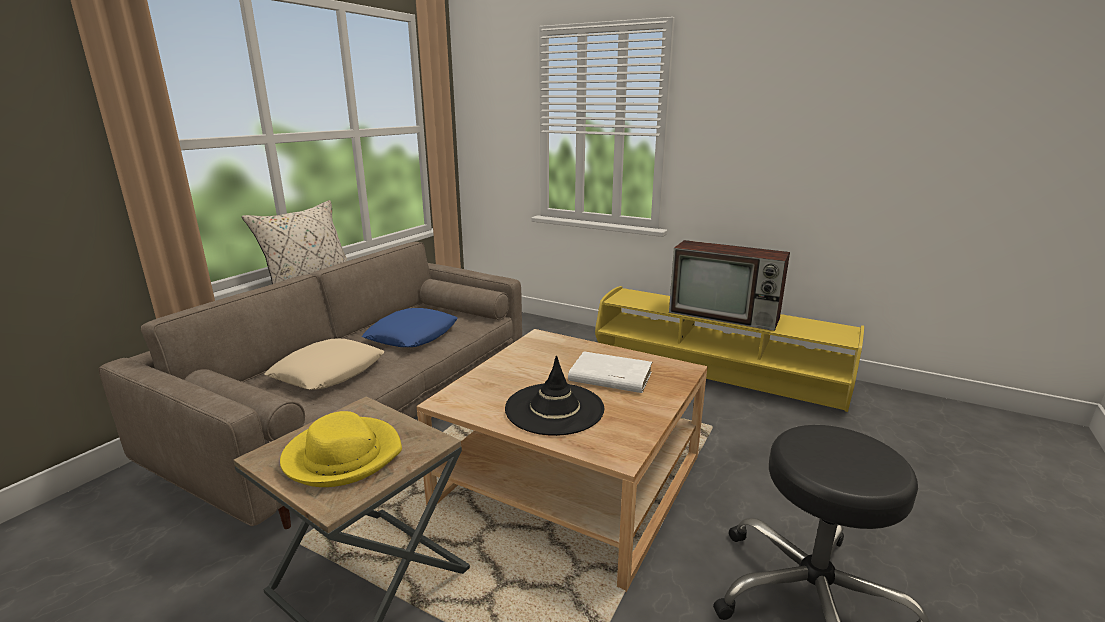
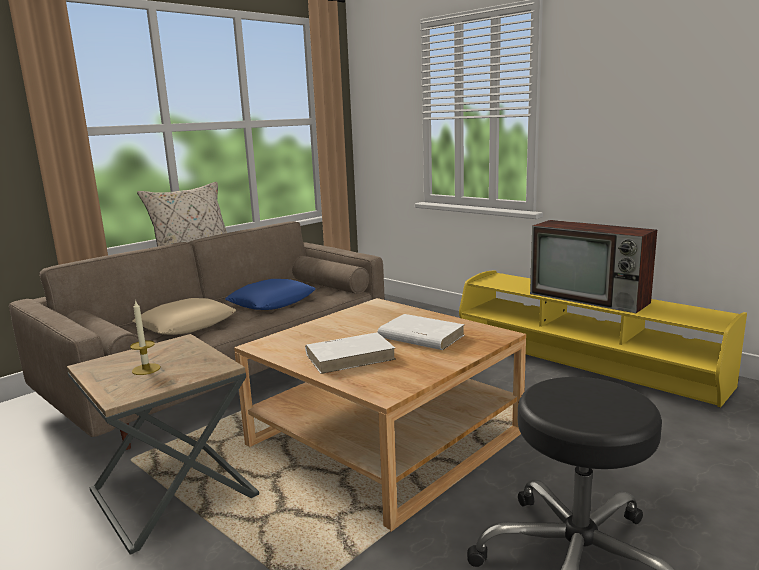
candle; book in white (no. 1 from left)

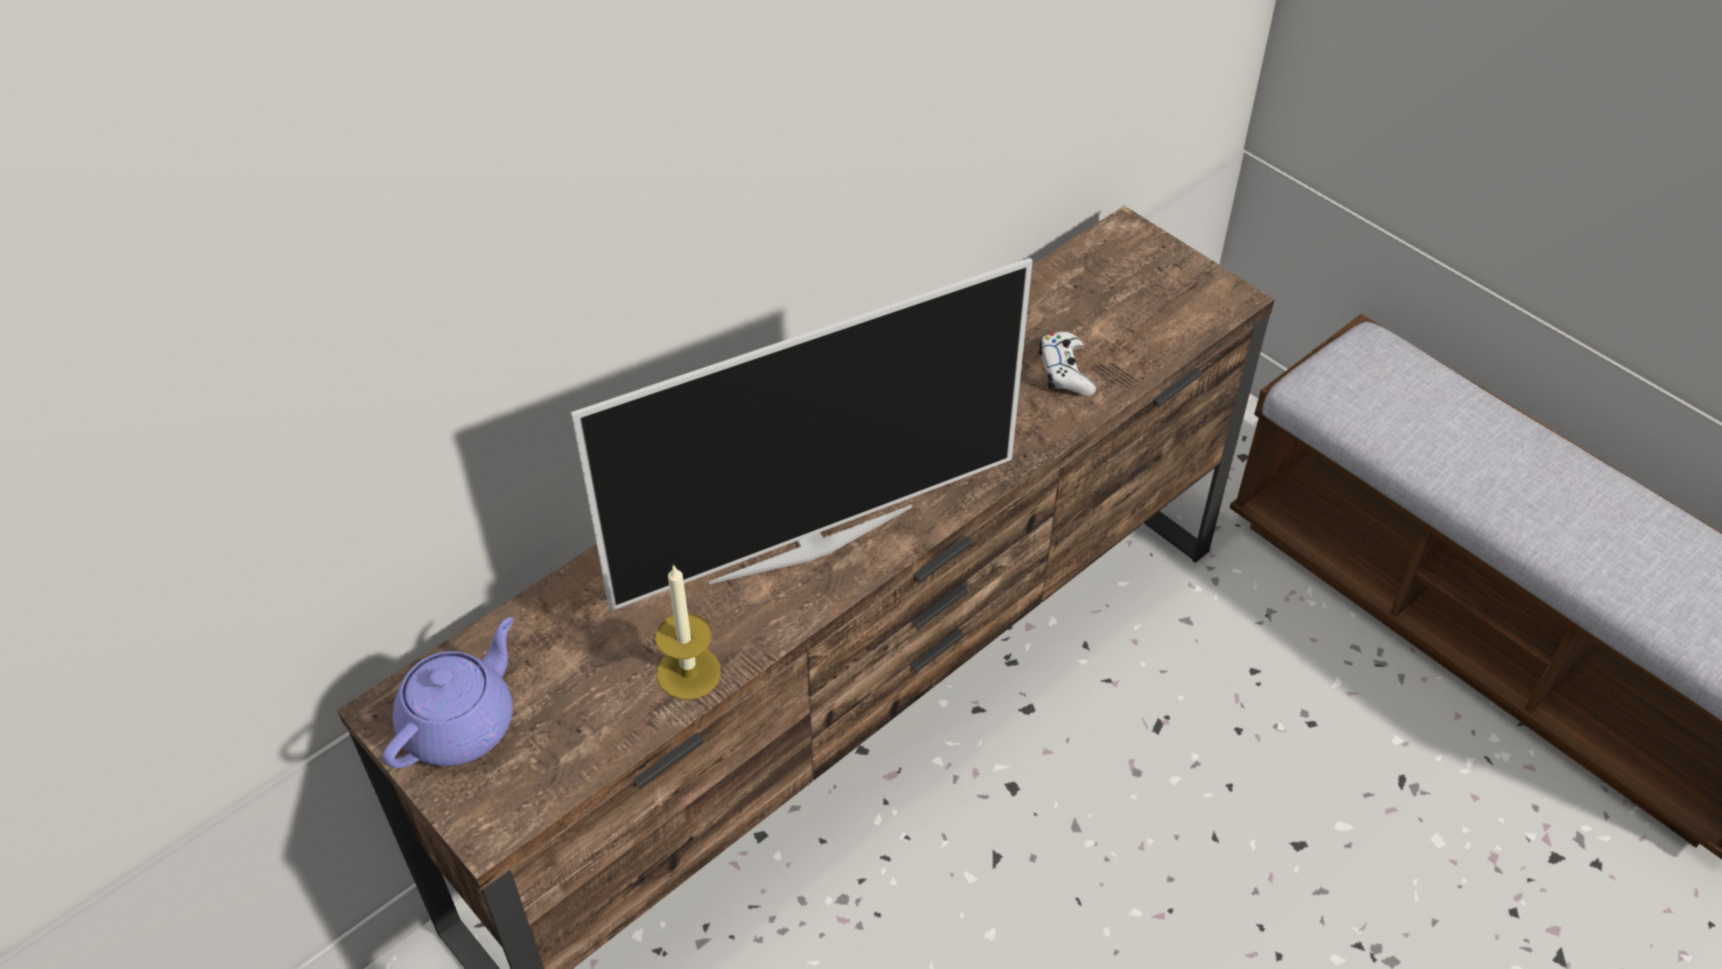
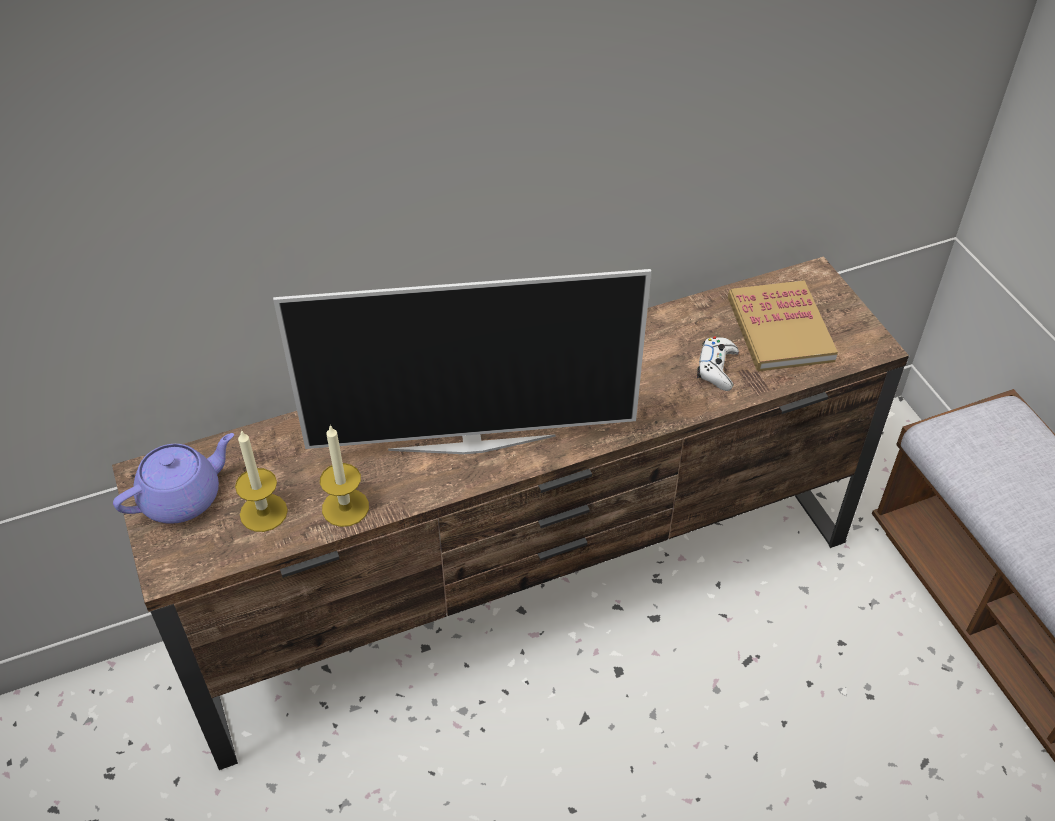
candle (no. 1 from left); book

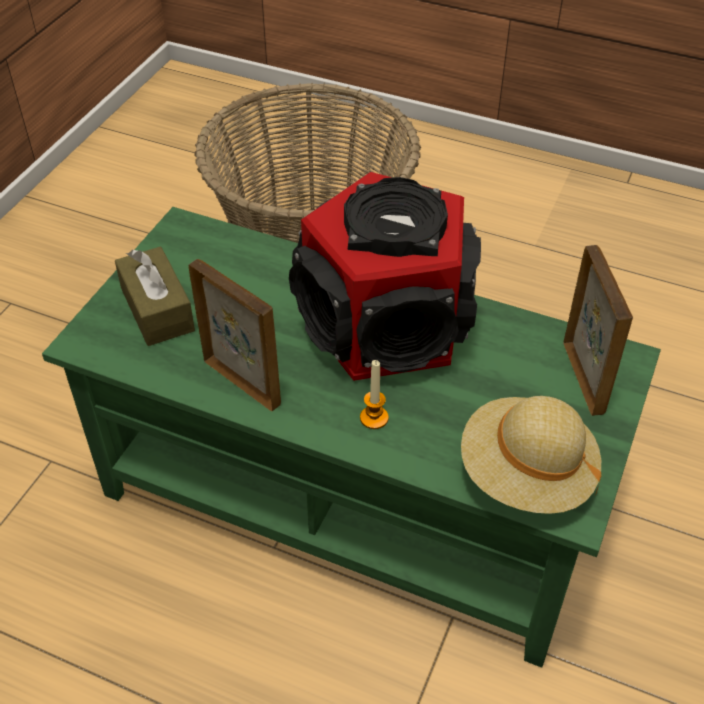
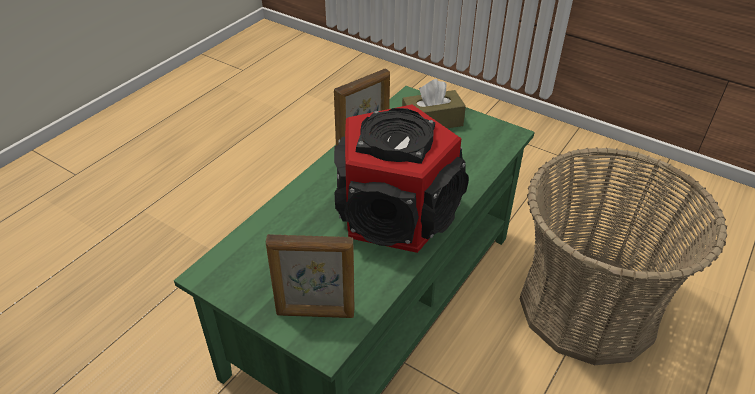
candle; hat in beige

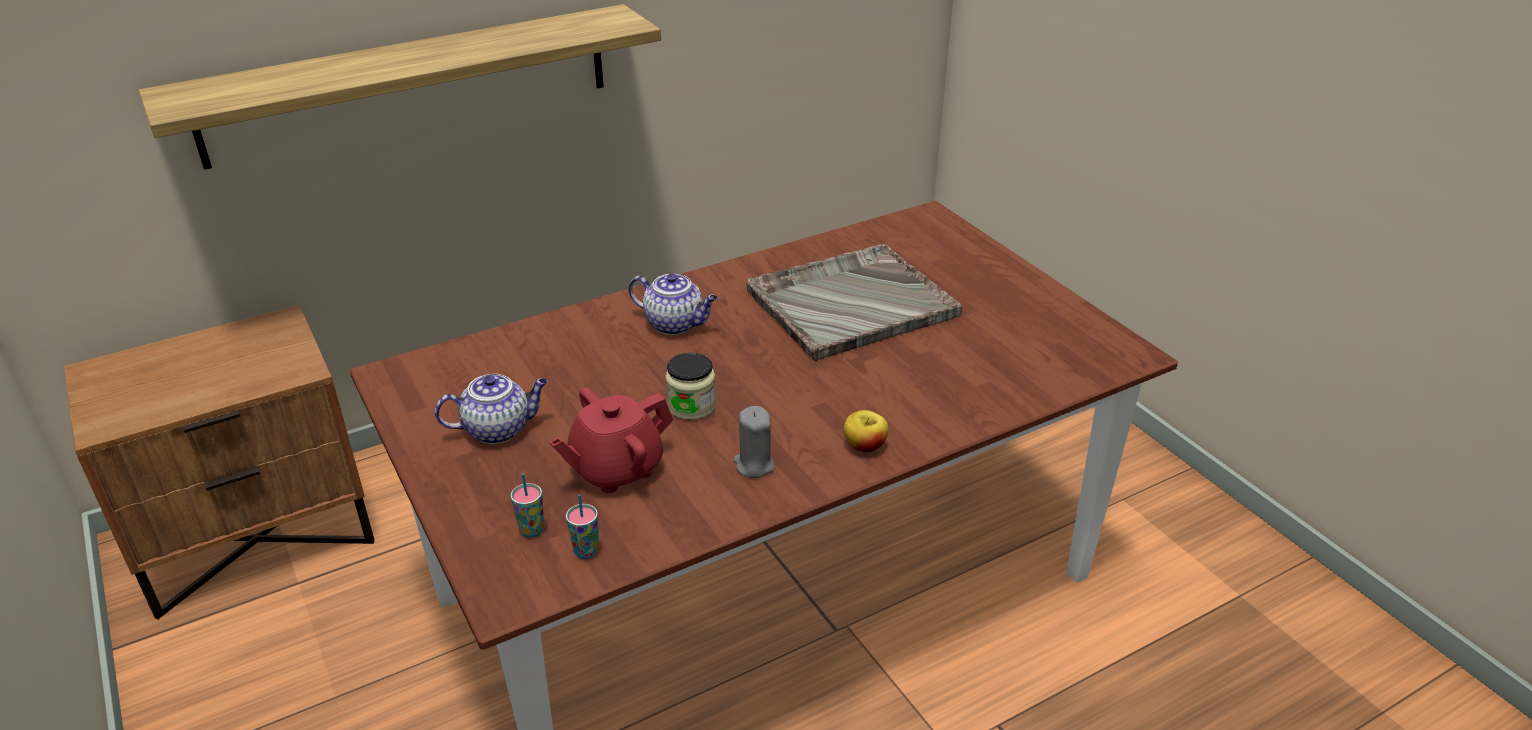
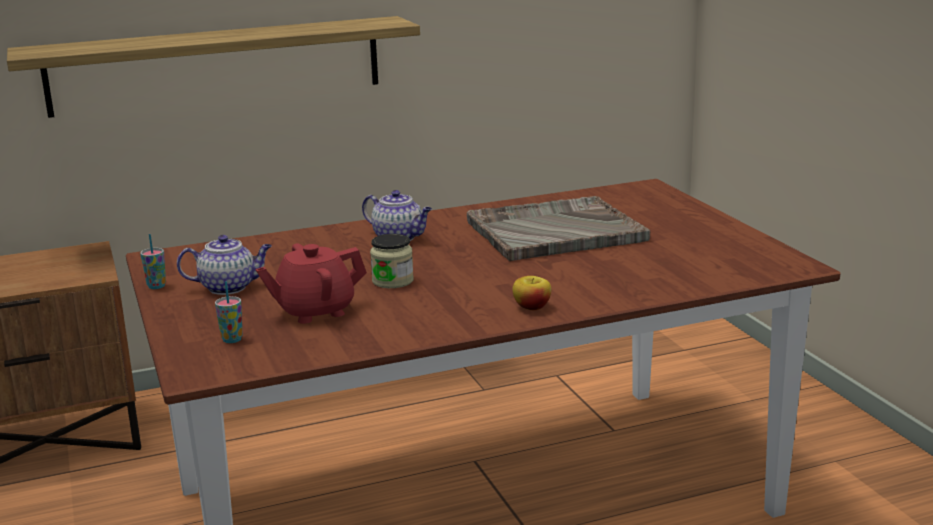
candle in grey; cup (no. 1 from left)

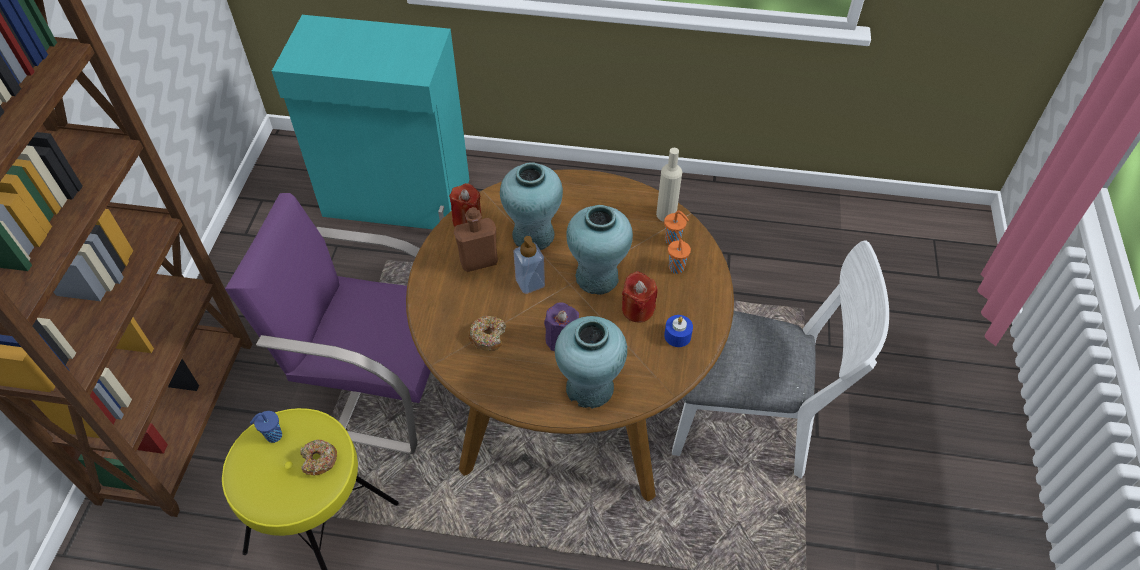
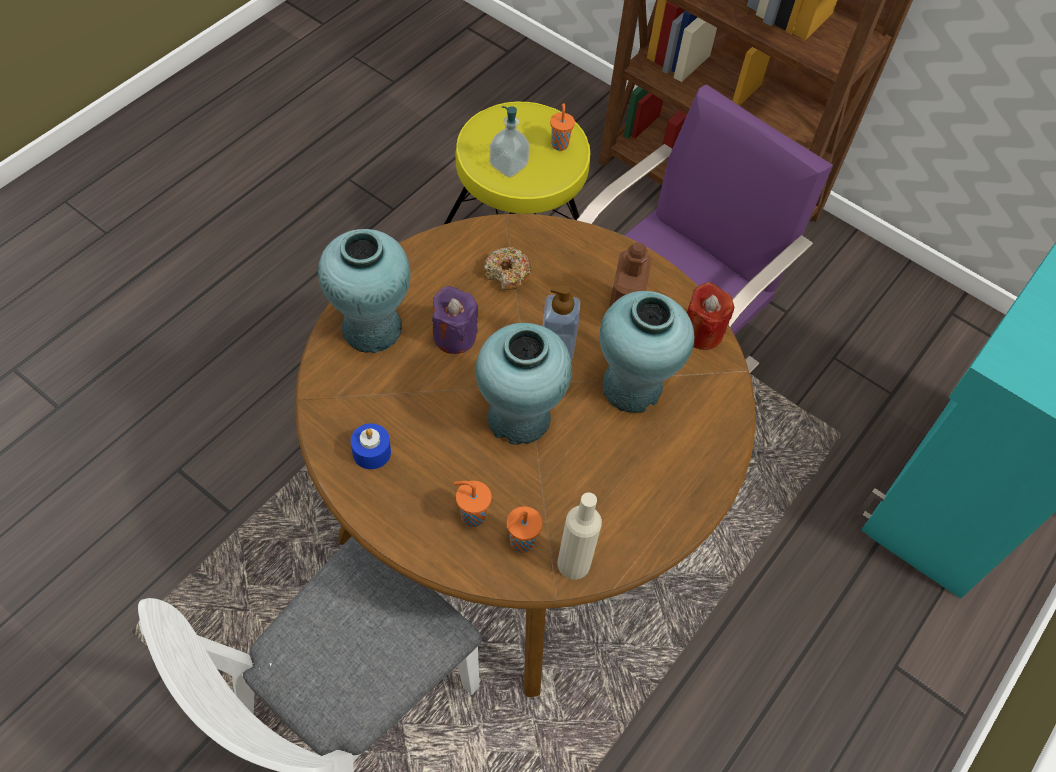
candle in red (no. 2 from left in the first image); soap dispenser (no. 1 from left); cup in orange (no. 3 from left)

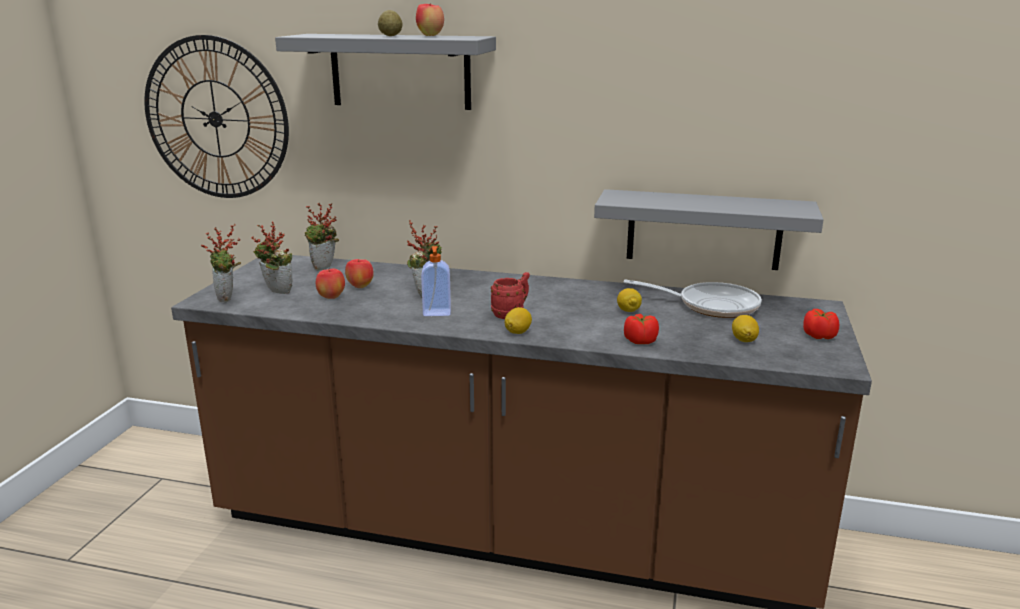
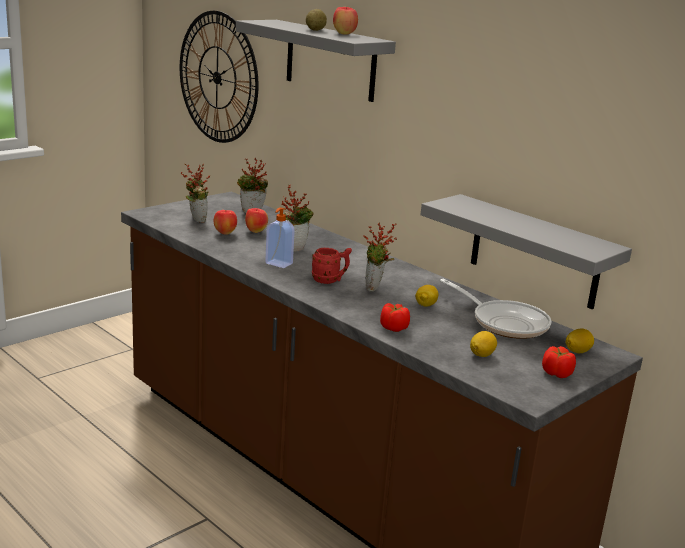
potted plant (no. 4 from left); lemon (no. 3 from left)

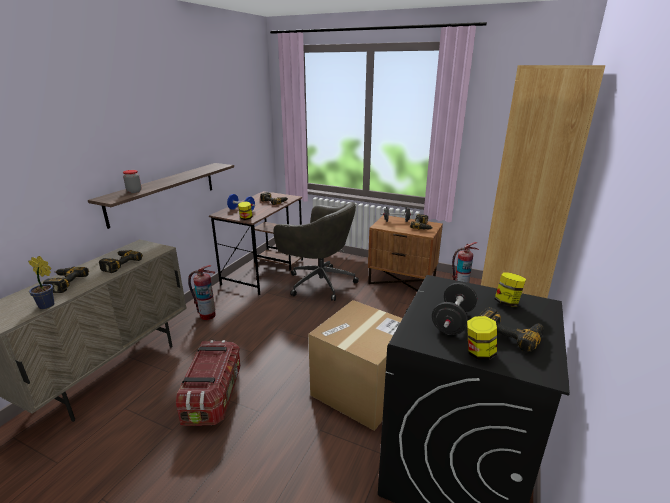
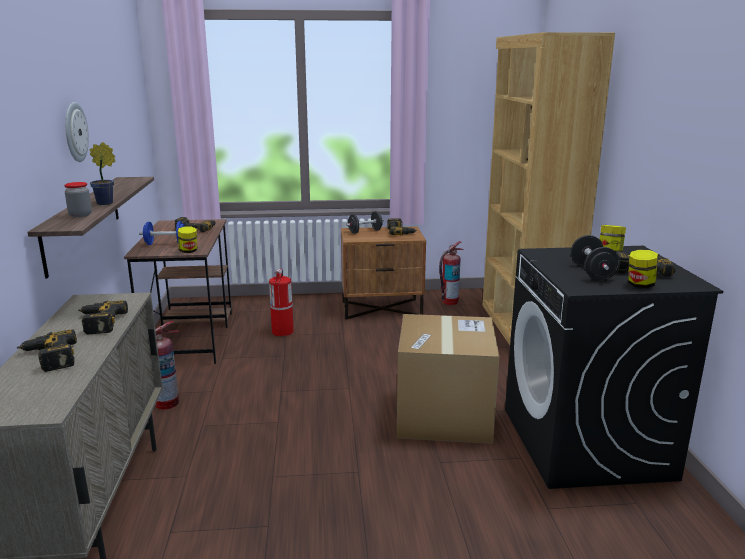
storage box; wall clock; potted plant; fire extinguisher (no. 2 from left)

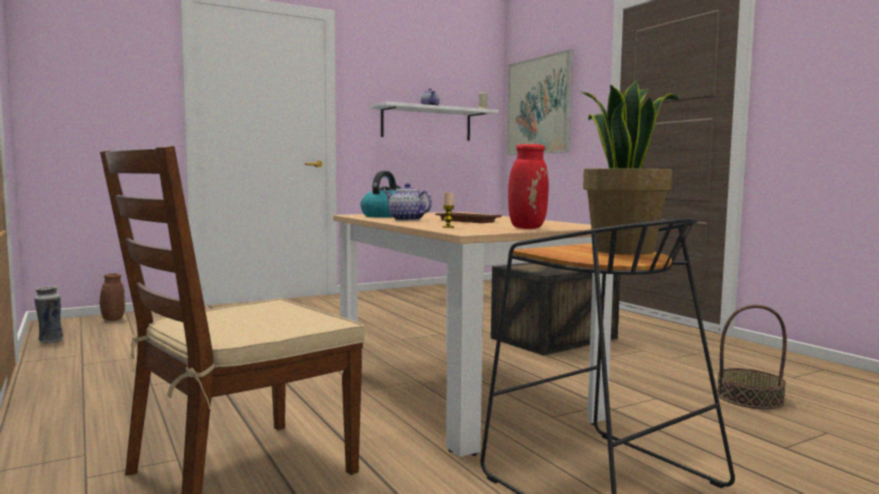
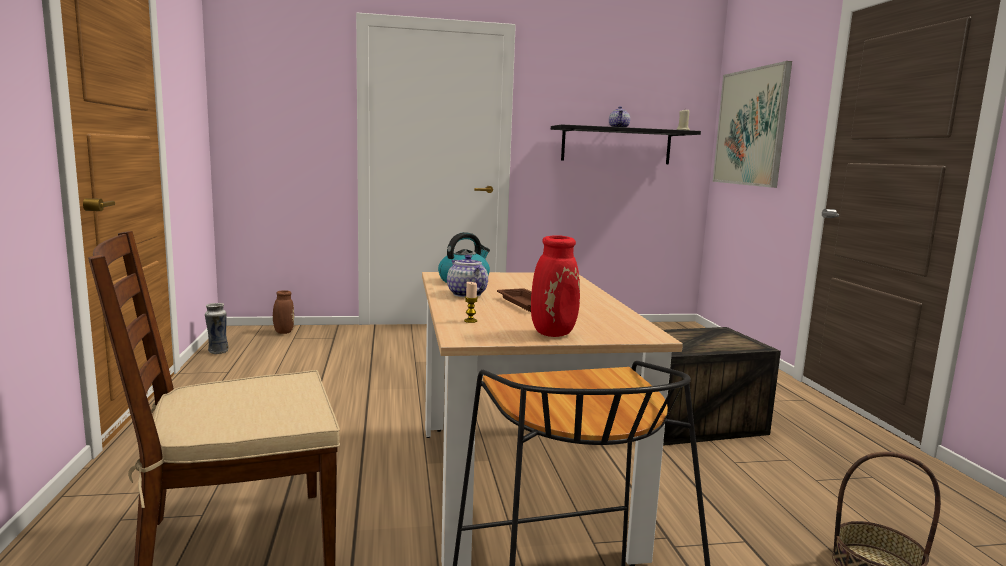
potted plant; shelf in black

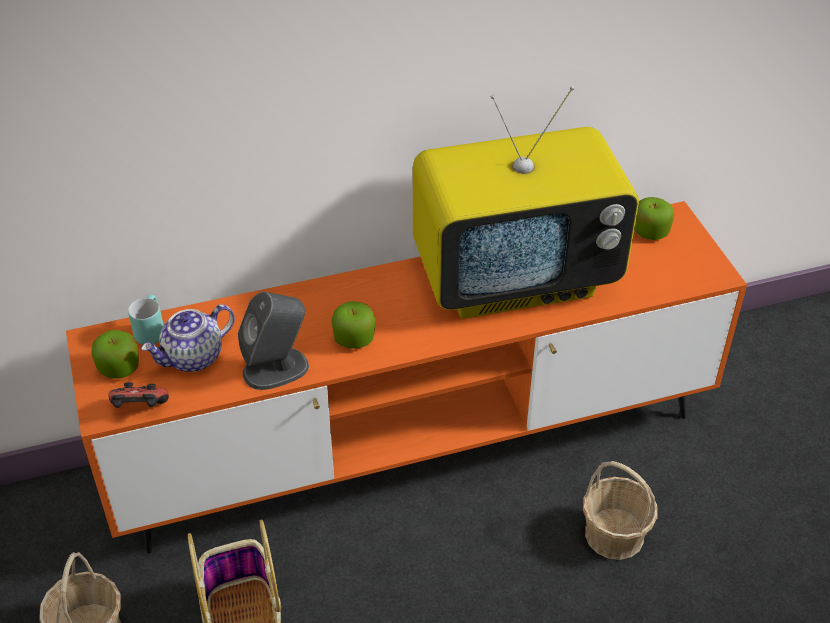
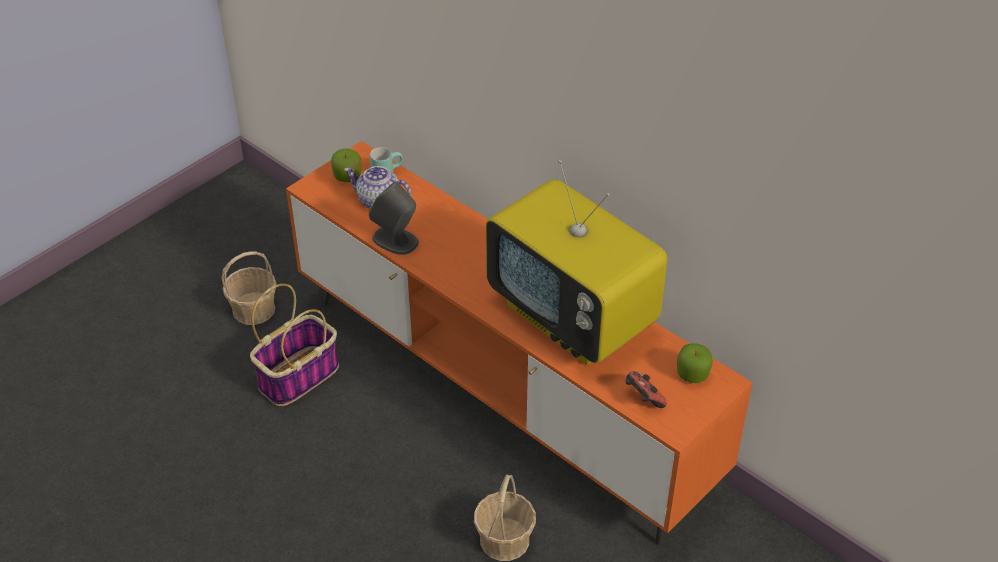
apple (no. 2 from left in the first image); game controller

